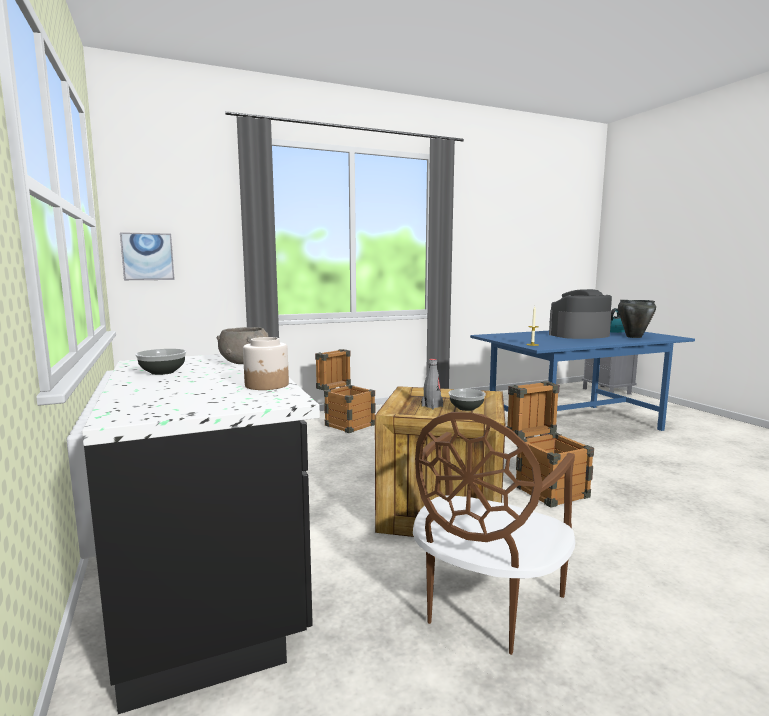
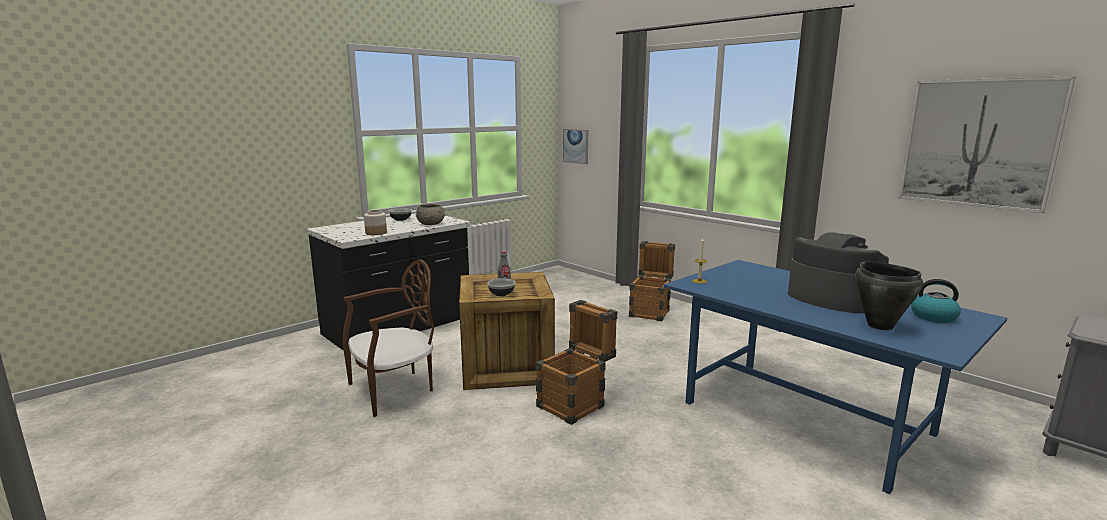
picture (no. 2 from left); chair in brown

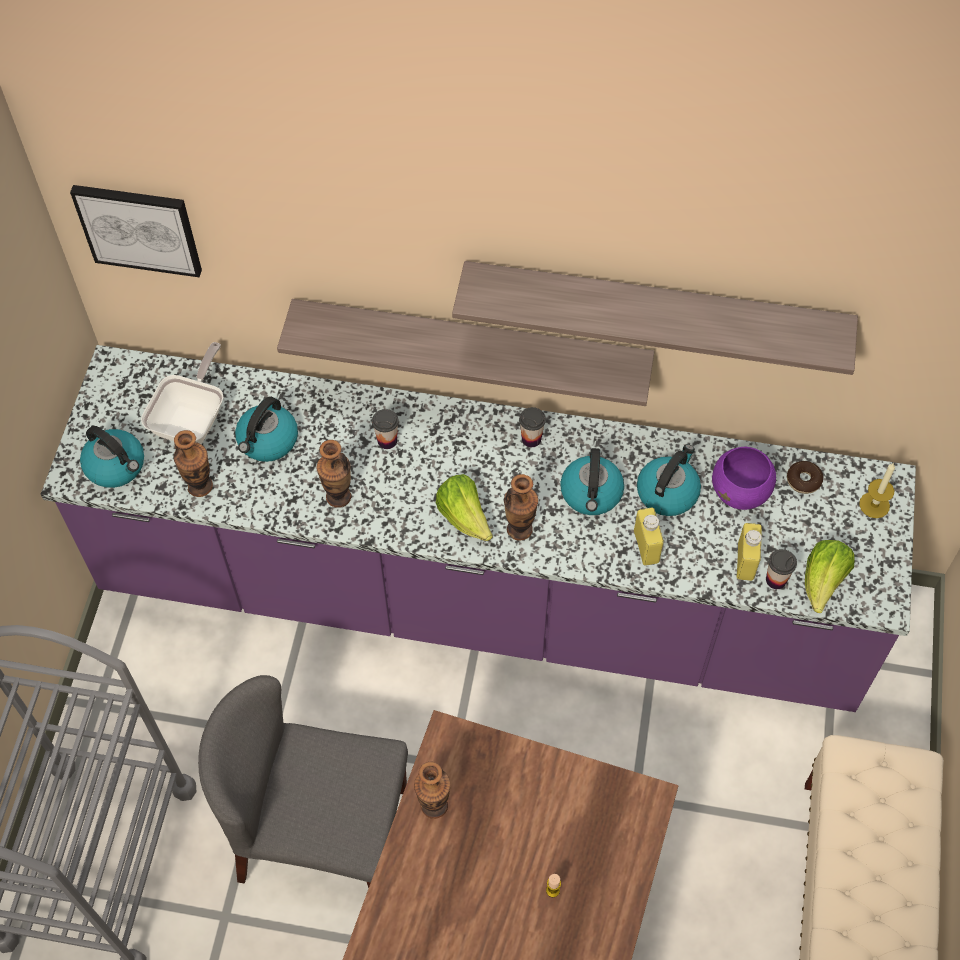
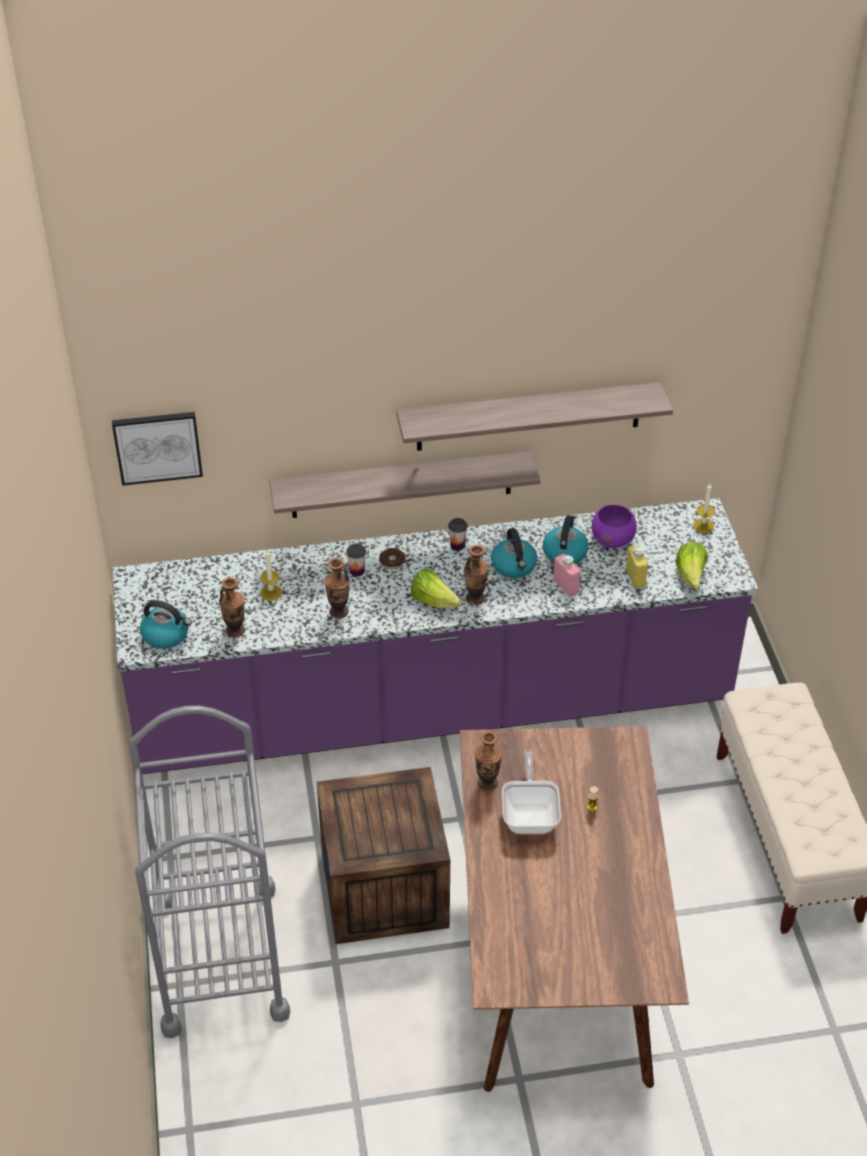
cup (no. 3 from left in the first image); frying pan; donut; crate; candle (no. 1 from left); bottle in pink

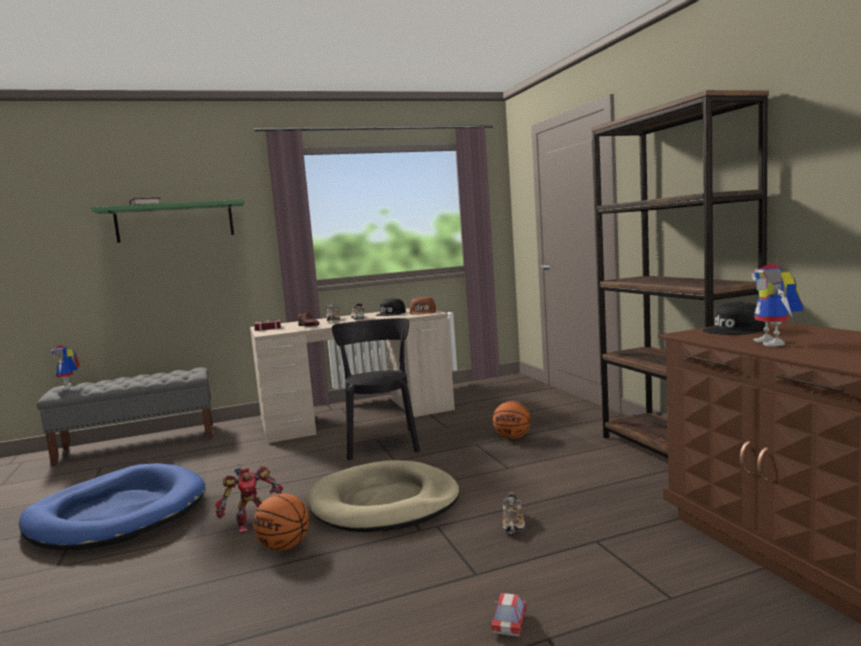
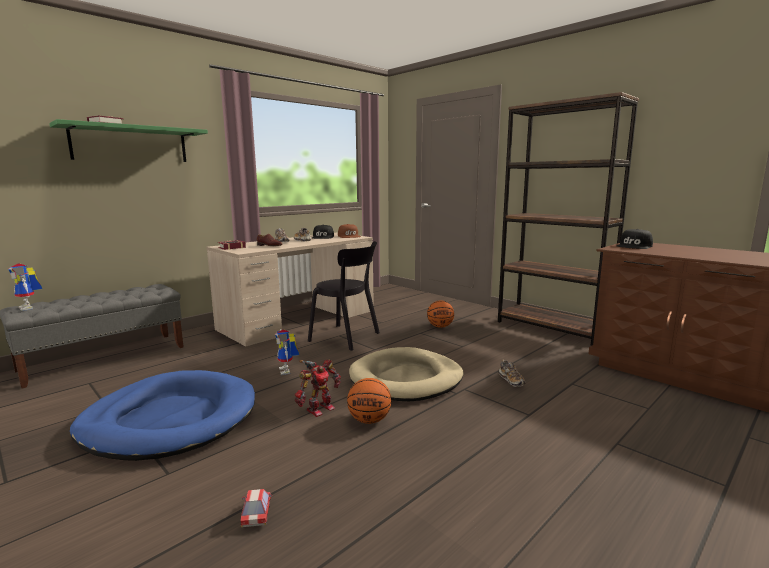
toy car; toy robot (no. 2 from left); chair in black

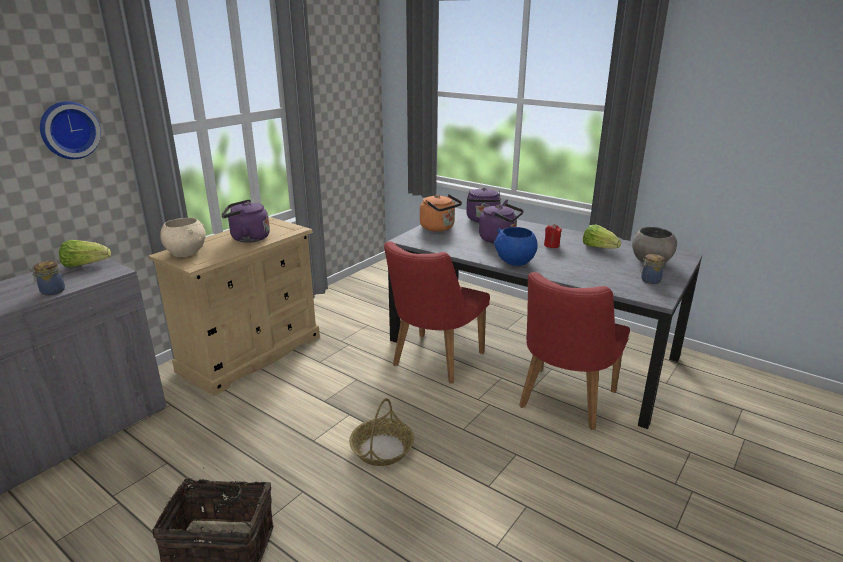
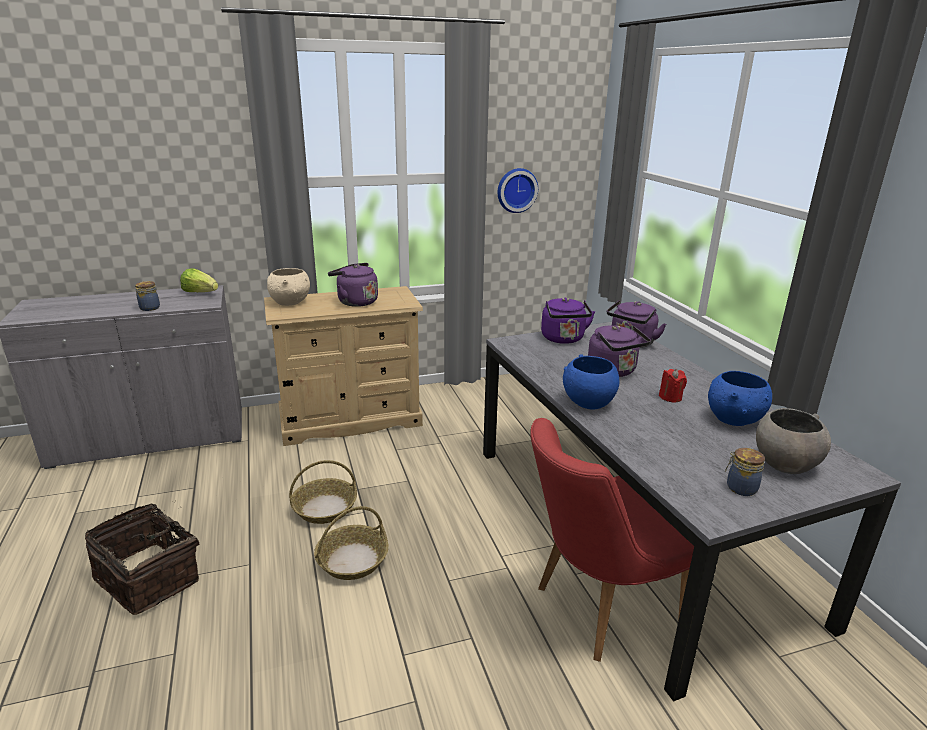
chair in red (no. 1 from left in the first image); basket (no. 2 from left); wall clock; bowl in blue (no. 2 from left); kettle in purple (no. 2 from left)

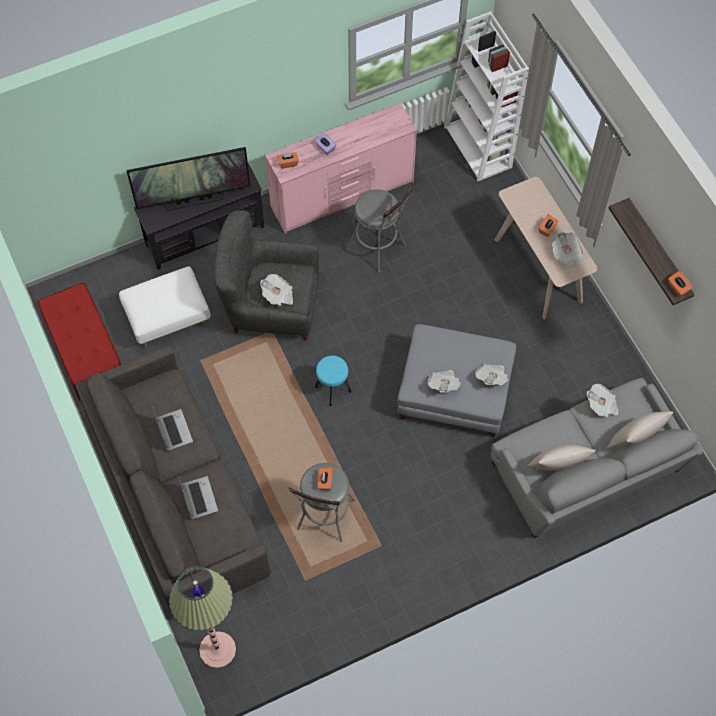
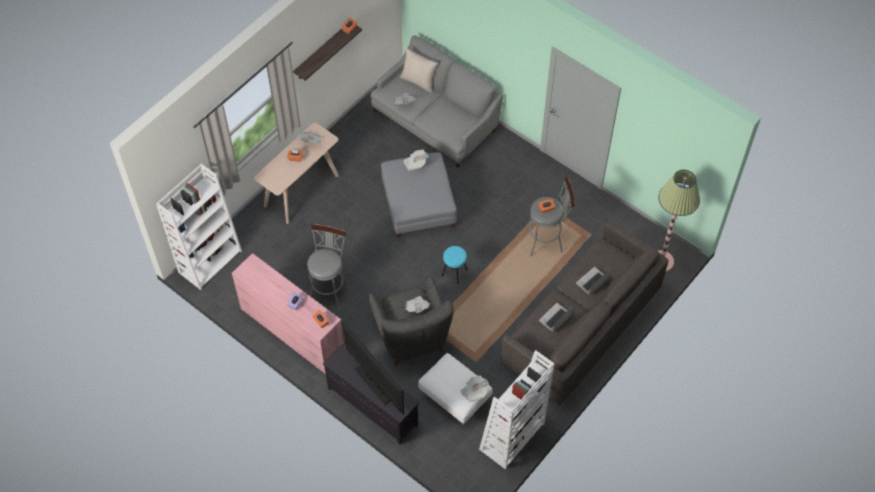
pillow in beige (no. 1 from left in the first image); newspaper (no. 5 from left); bookcase in white (no. 2 from left)

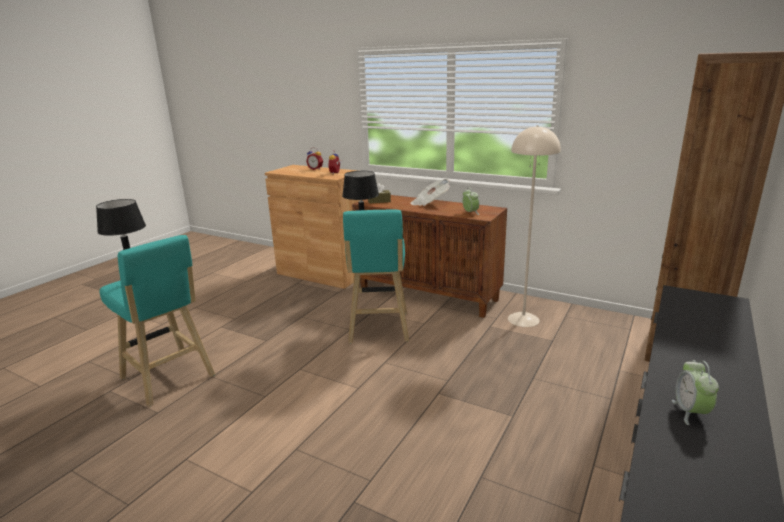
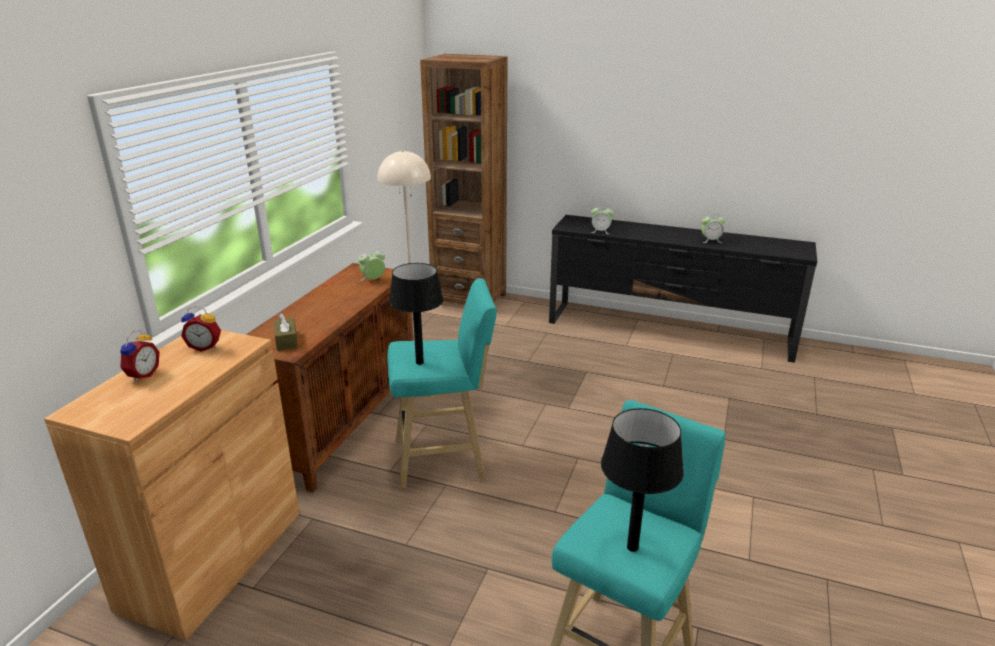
newspaper; alarm clock (no. 4 from left)

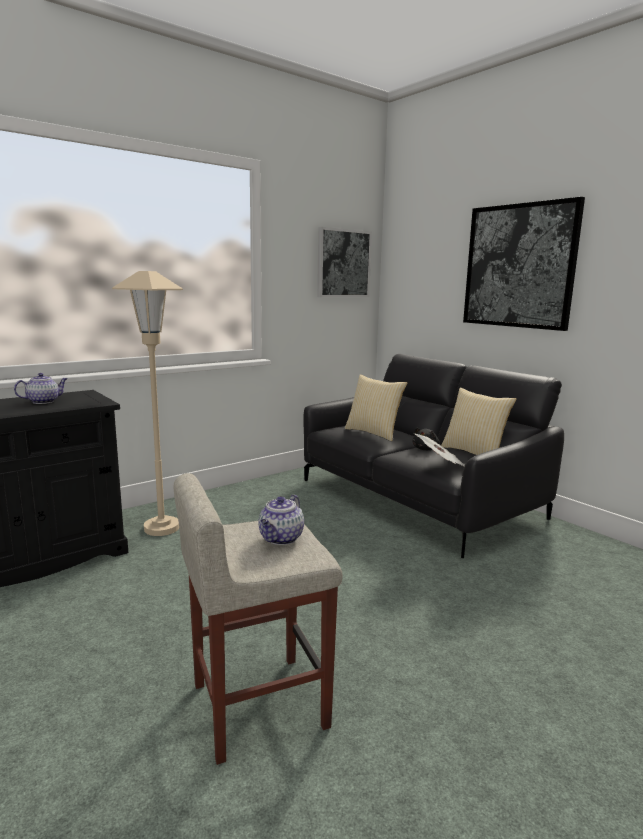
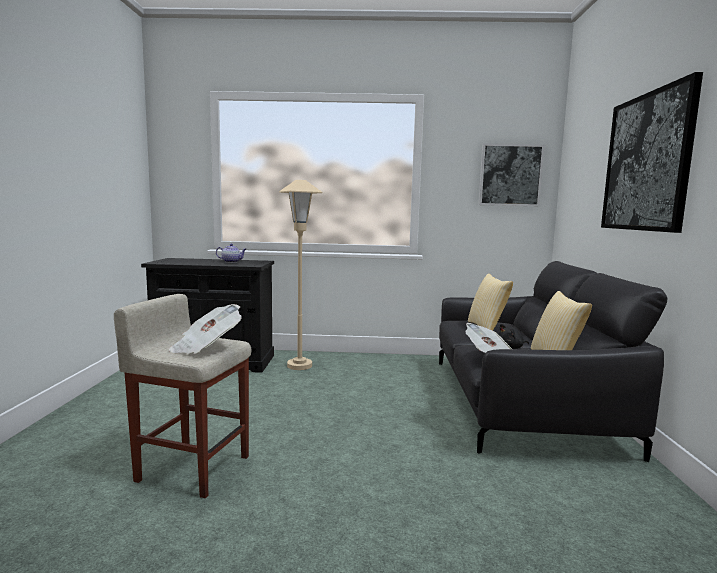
newspaper (no. 1 from left)

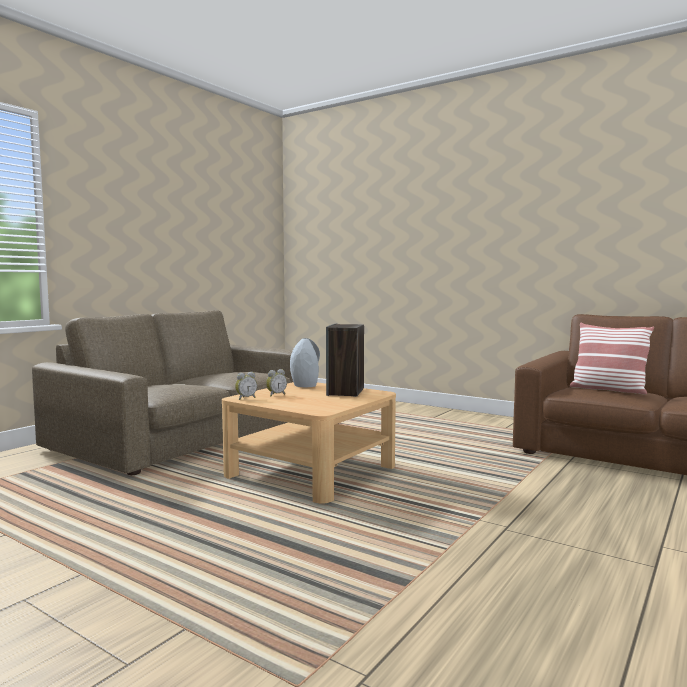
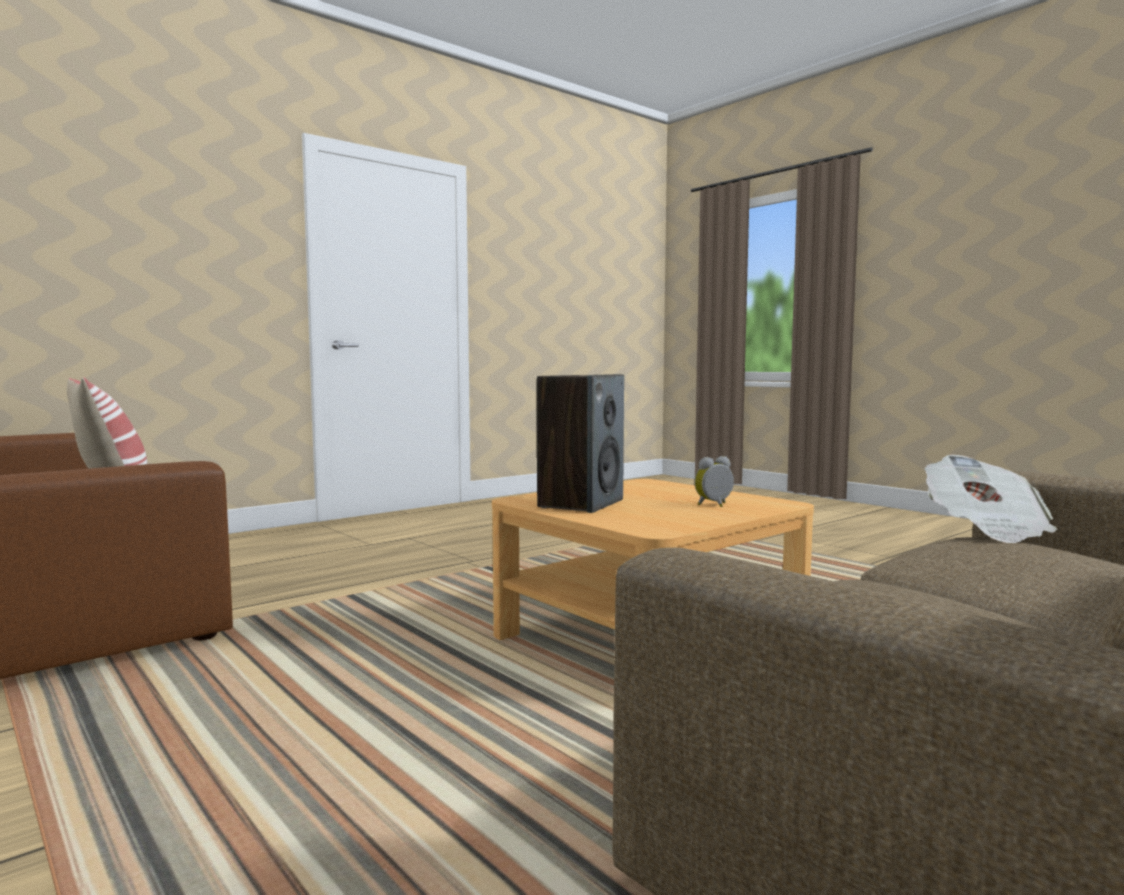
alarm clock (no. 1 from left in the first image); vase in grey; newspaper

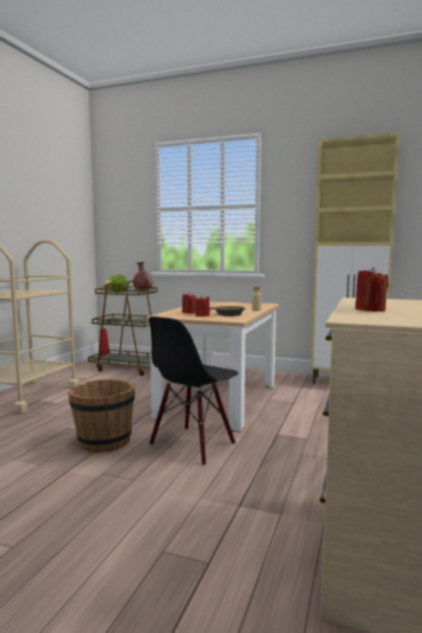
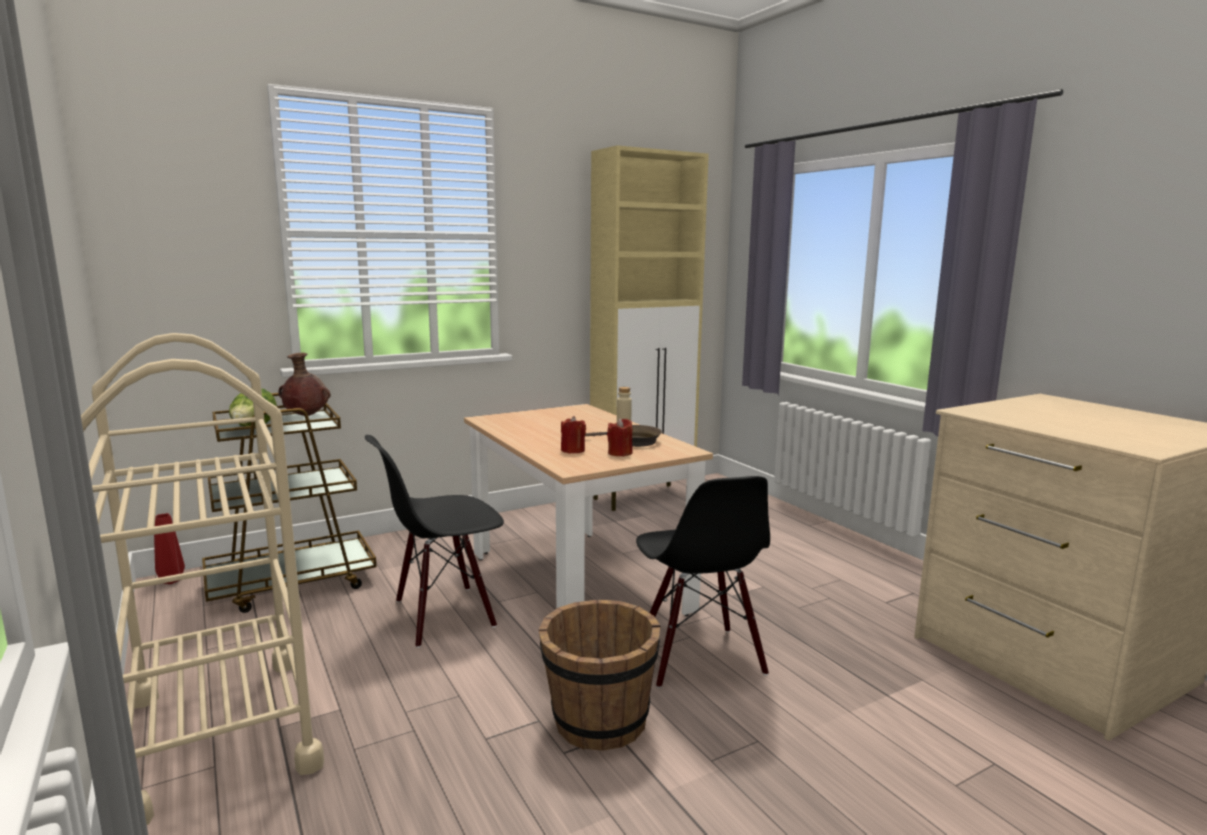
candle in red (no. 3 from left in the first image); chair in black (no. 1 from left)

